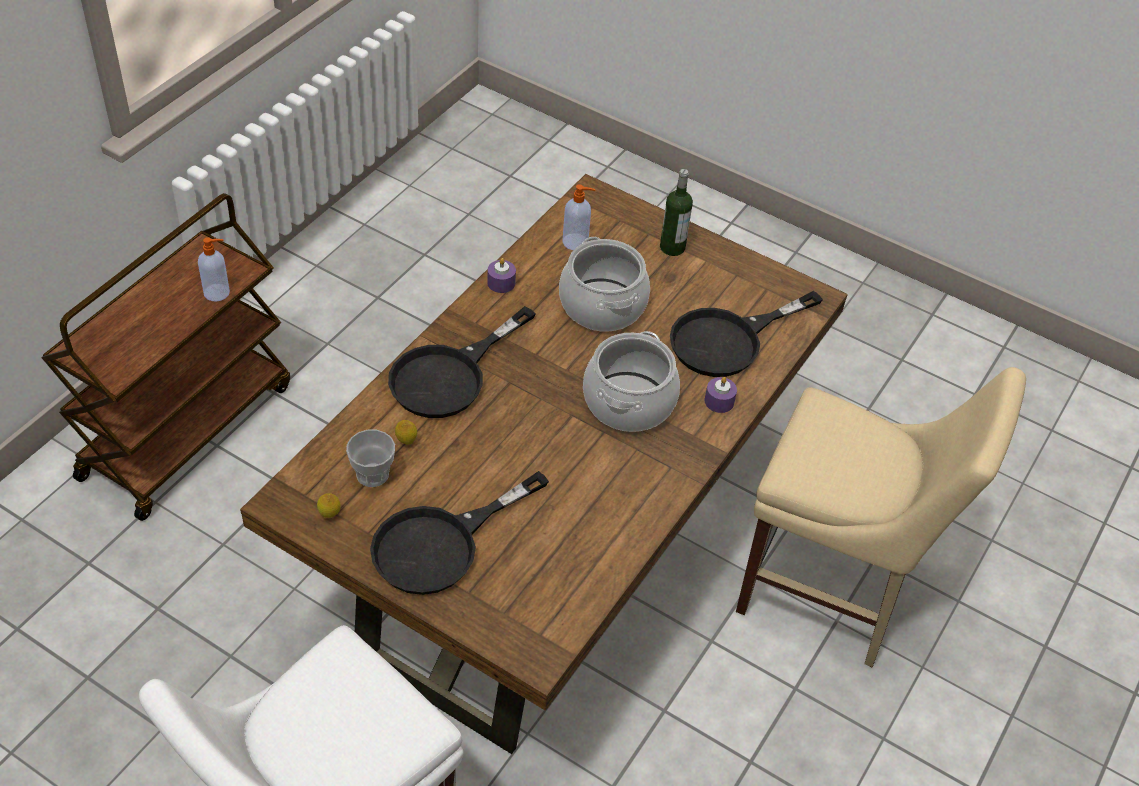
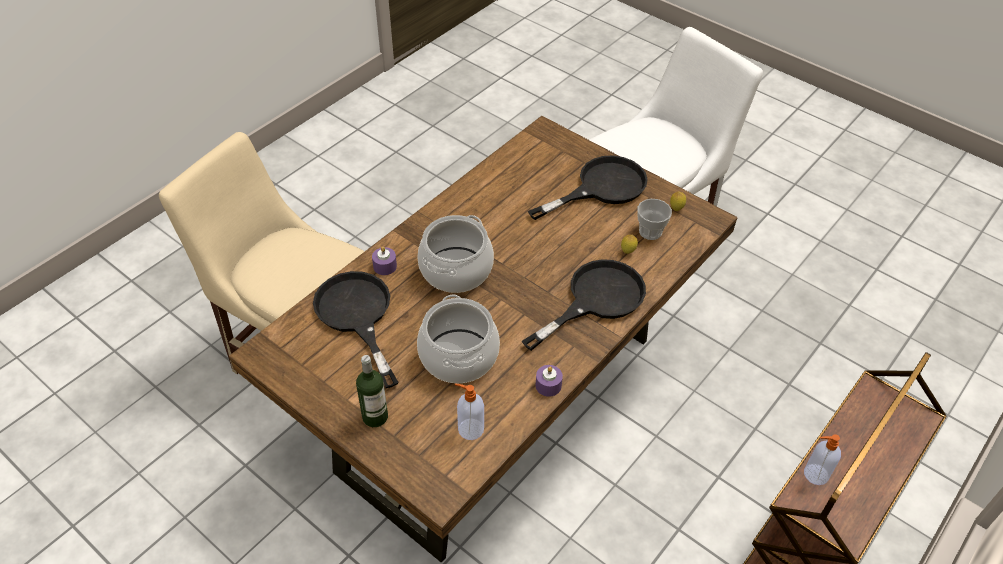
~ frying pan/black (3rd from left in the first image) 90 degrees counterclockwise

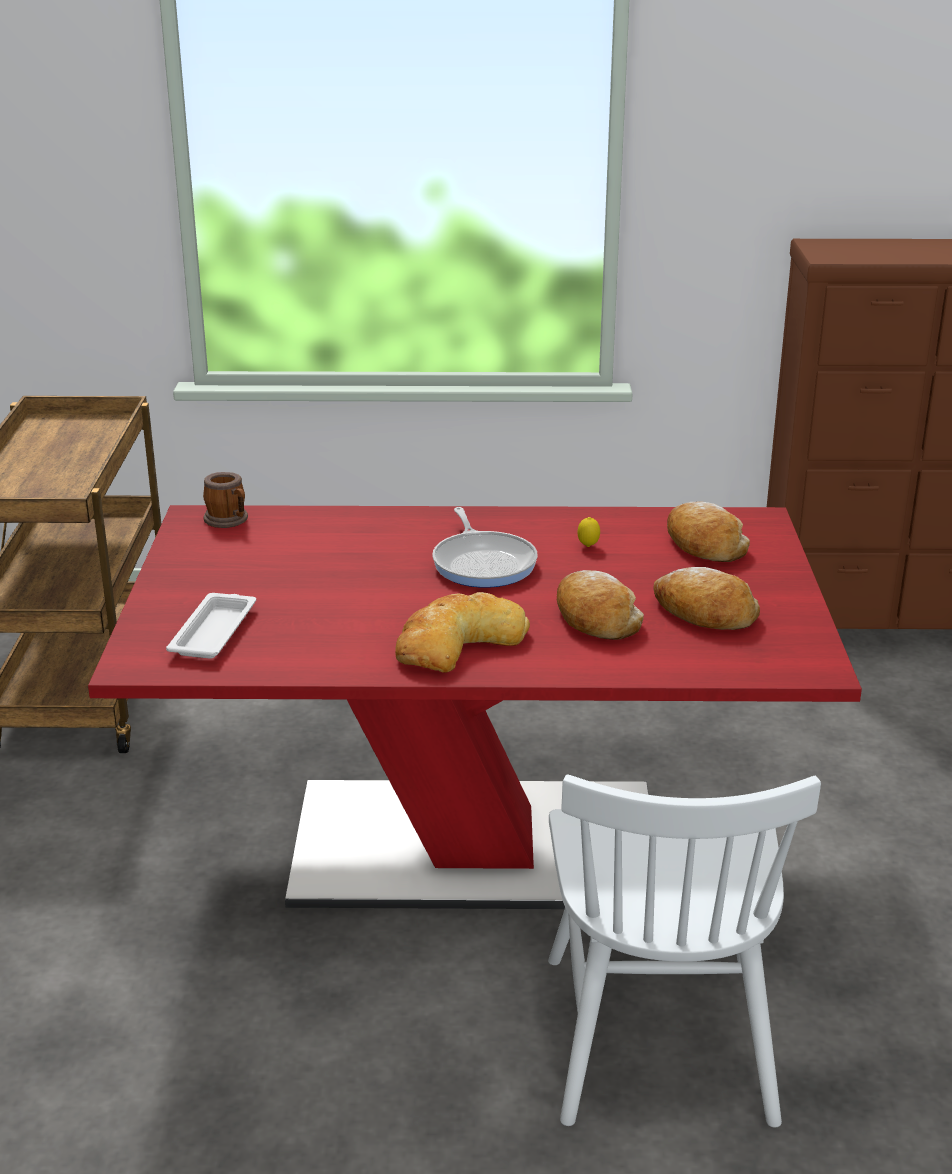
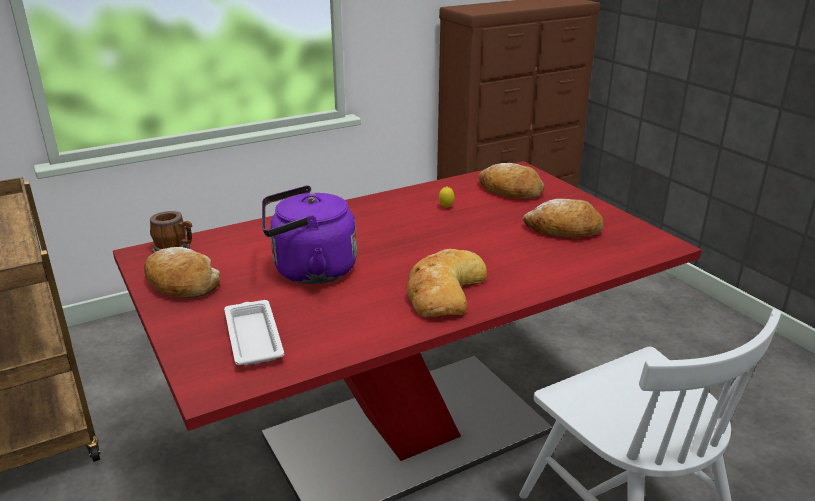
- frying pan
~ bread (2nd from left in the first image) to bread (1st from left)
+ kettle/purple

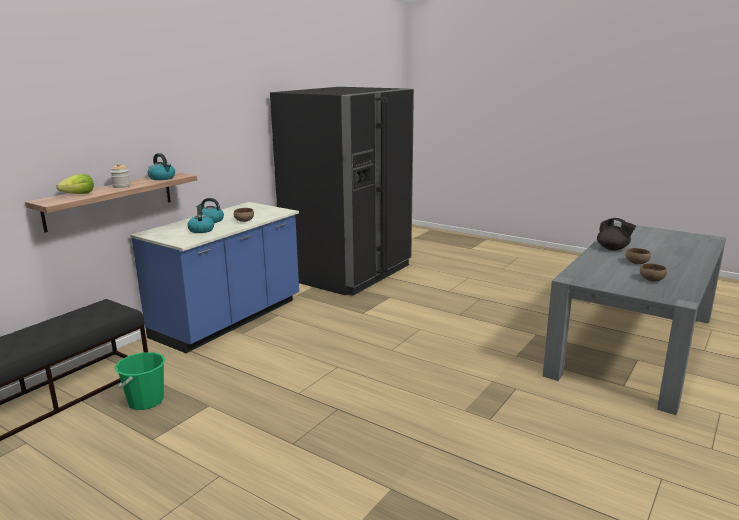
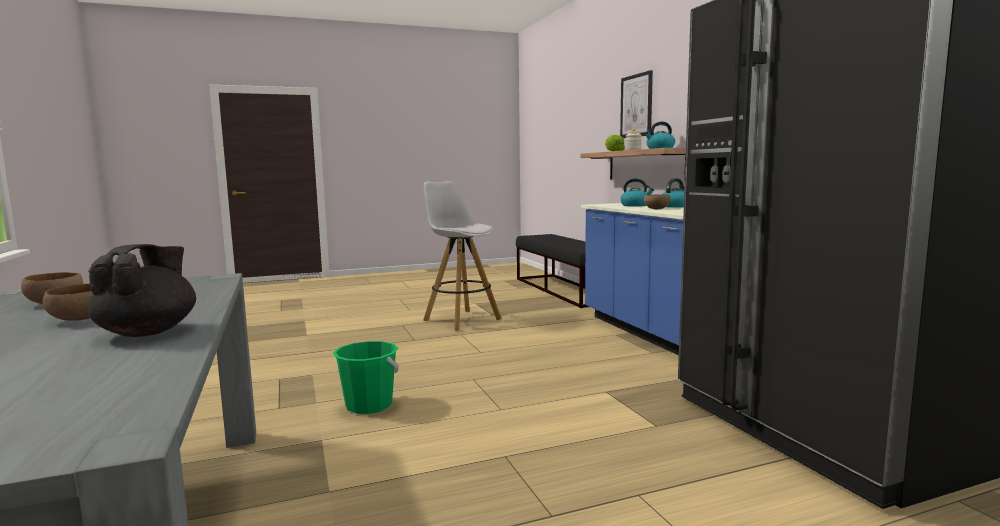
~ teapot/black 105 degrees clockwise
~ bucket/green
+ picture
+ stool/white

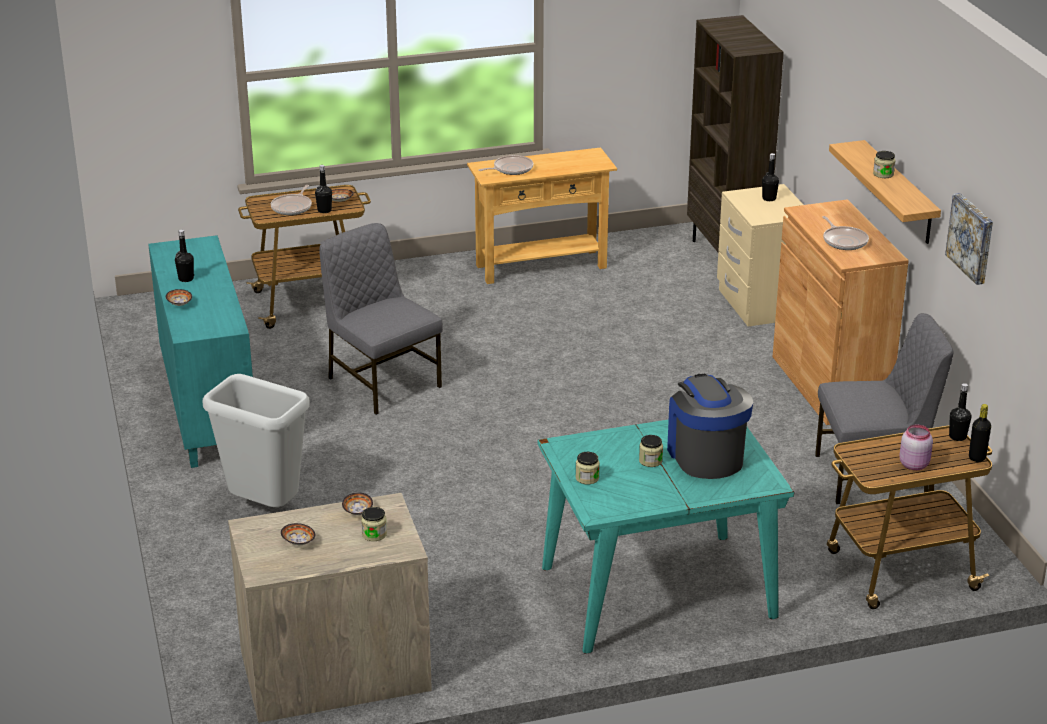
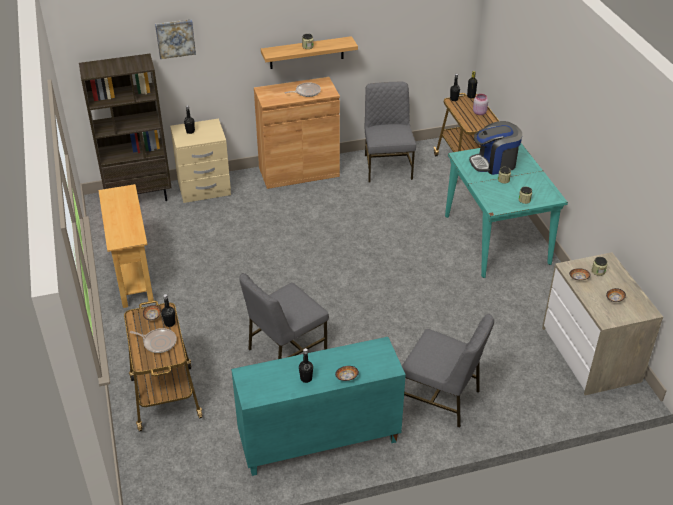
- frying pan (2nd from left)
~ picture
~ trash can/grey to chair/grey (3rd from left)

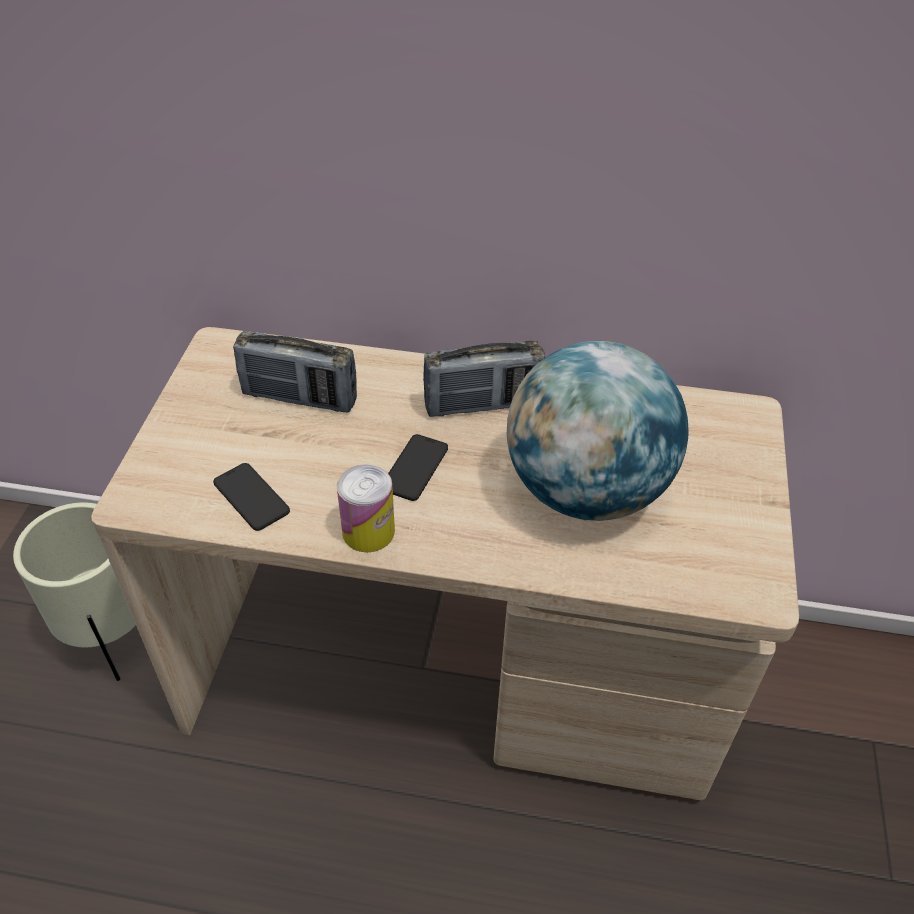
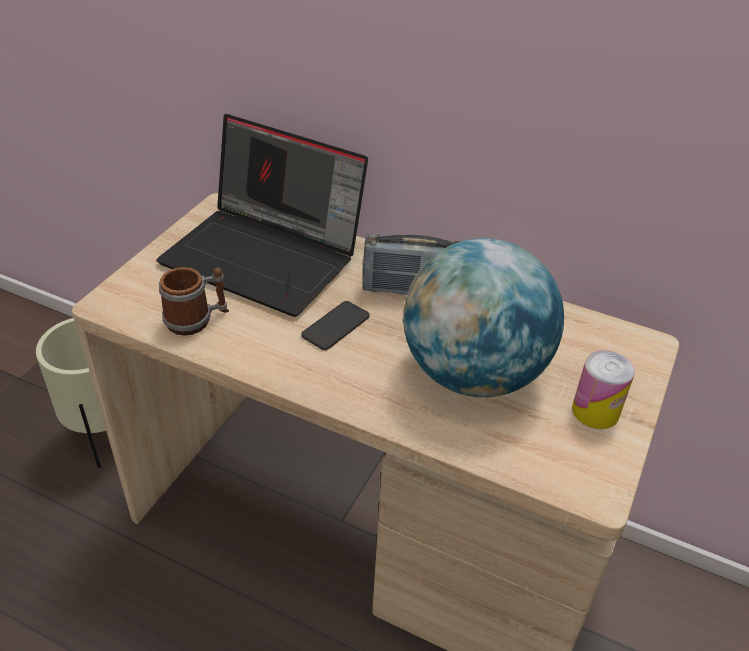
~ radio (1st from left) to laptop
~ phone (1st from left) to mug
~ can

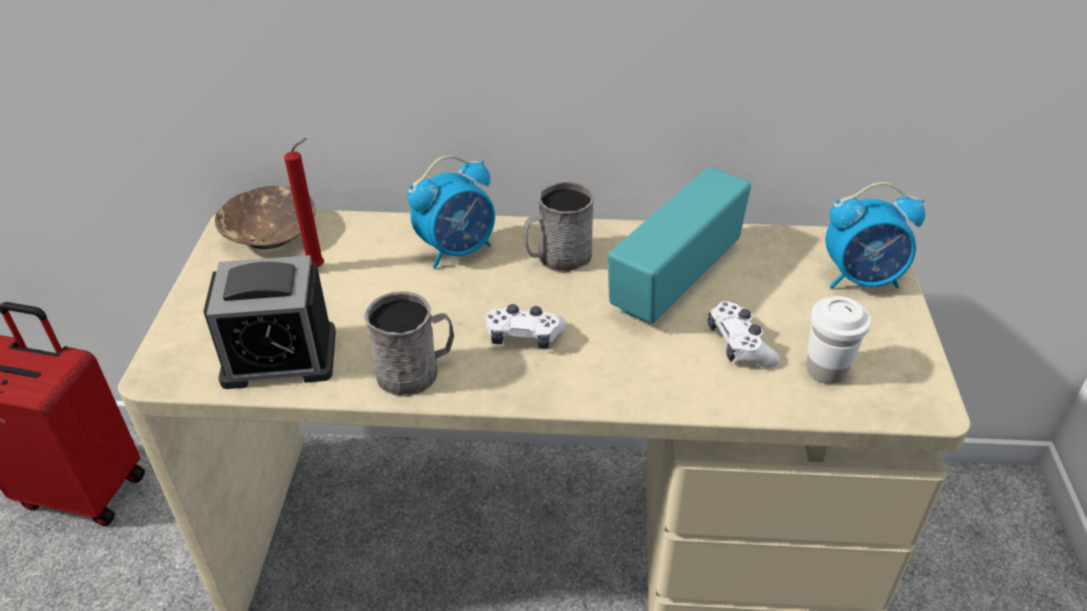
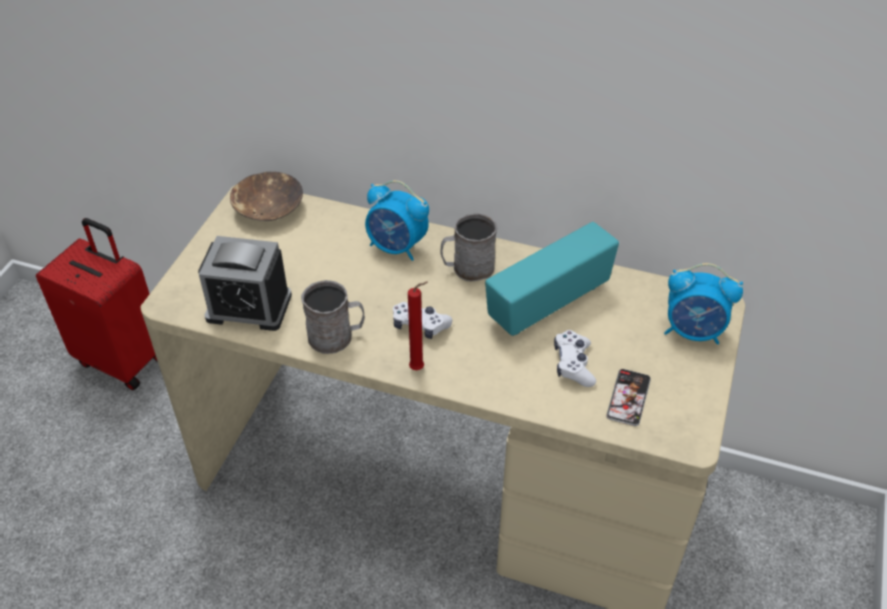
~ candle/red
~ alarm clock (2nd from left) 45 degrees clockwise
~ cup/white to phone

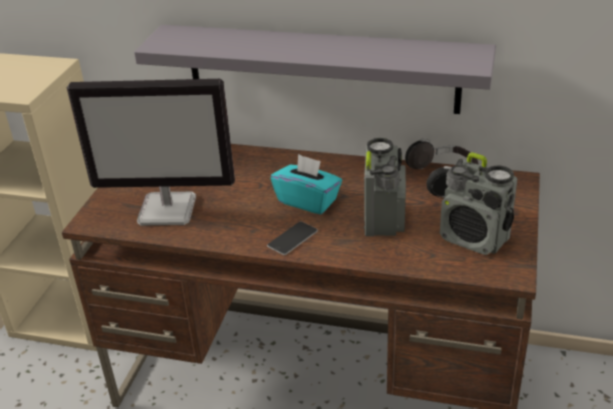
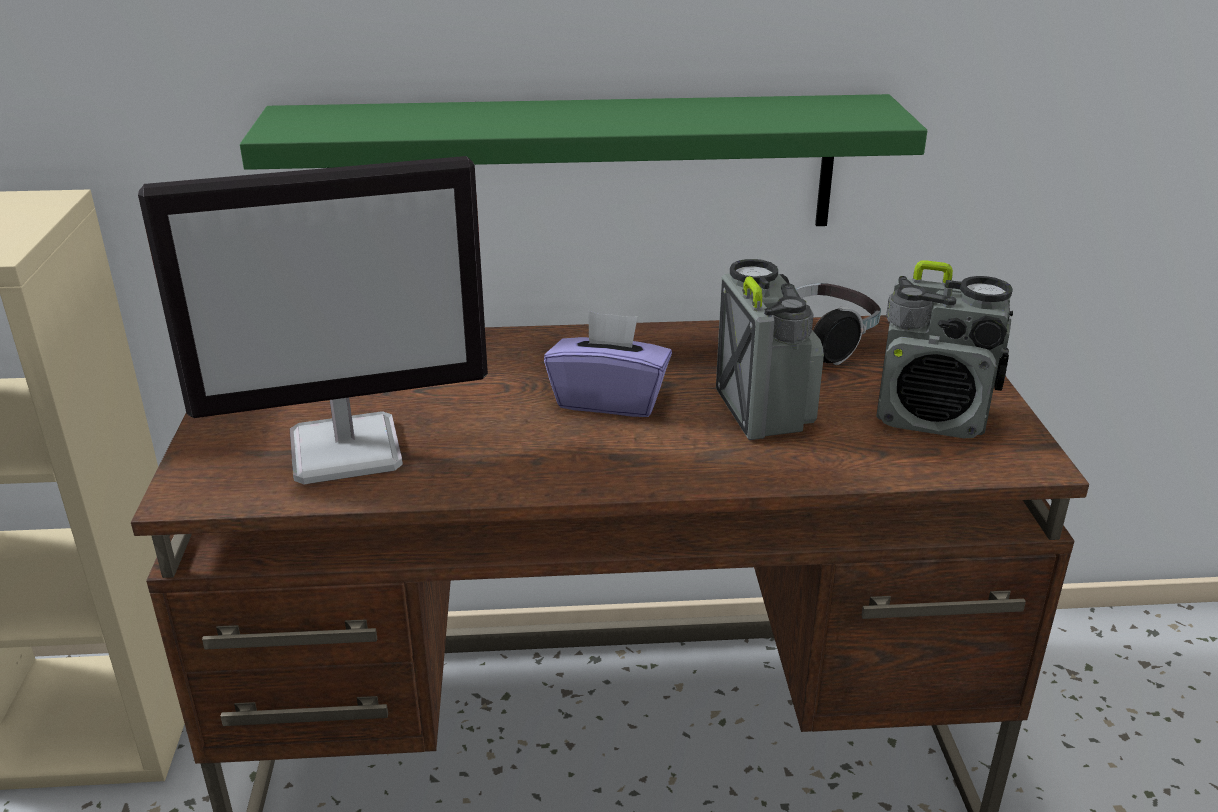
~ shelf/grey to shelf/green
~ tissue box/turquoise to tissue box/purple
- phone

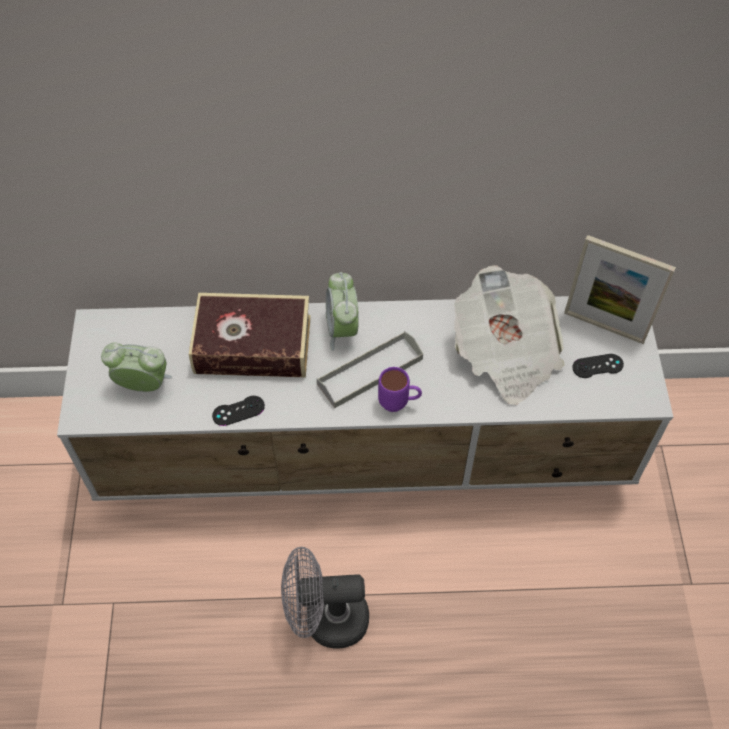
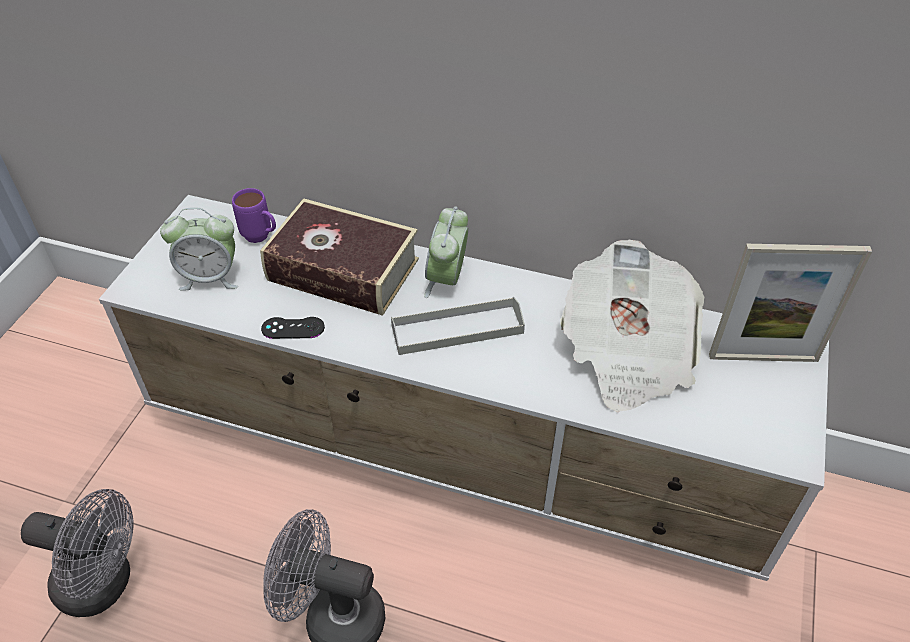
~ picture frame 45 degrees counterclockwise
~ alarm clock (1st from left) 150 degrees clockwise
- game controller/black (2nd from left)
~ mug/purple
+ fan/grey (1st from left)

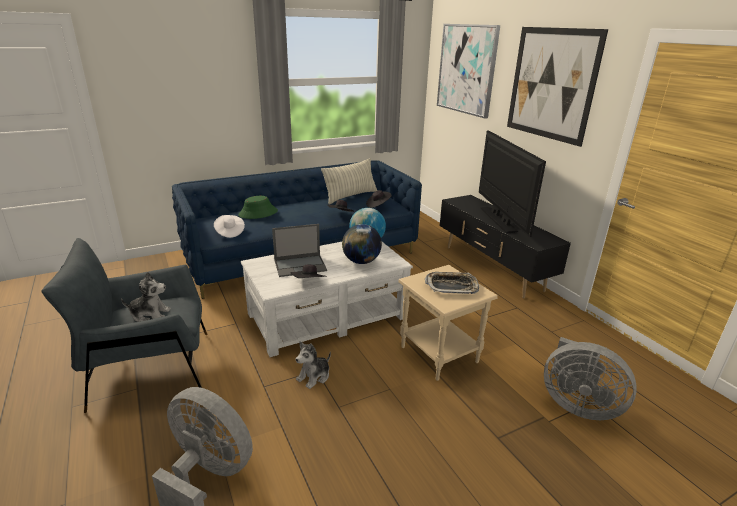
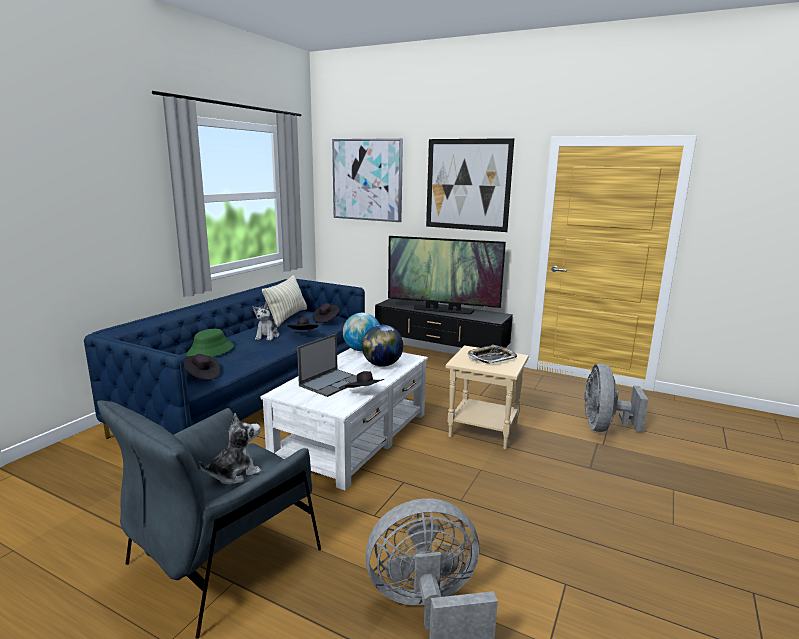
~ television 150 degrees clockwise
~ hat/white to hat/black (1st from left)
~ fan/grey (2nd from left) 105 degrees clockwise
~ plush toy (2nd from left)

